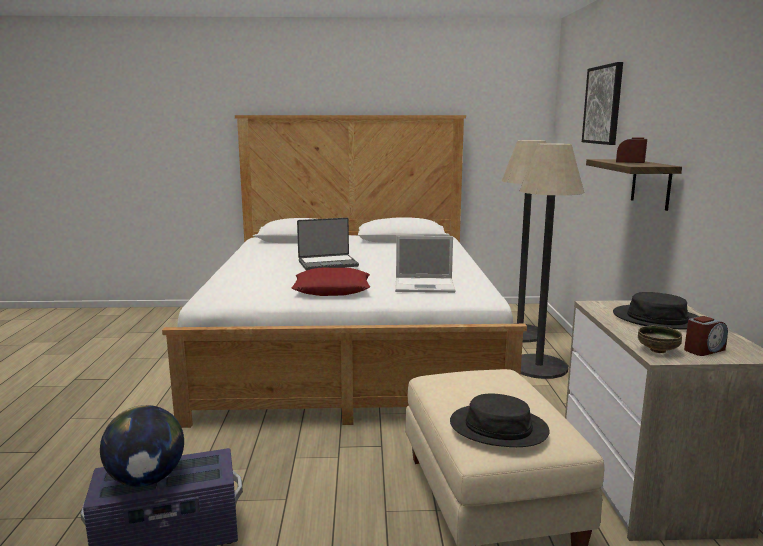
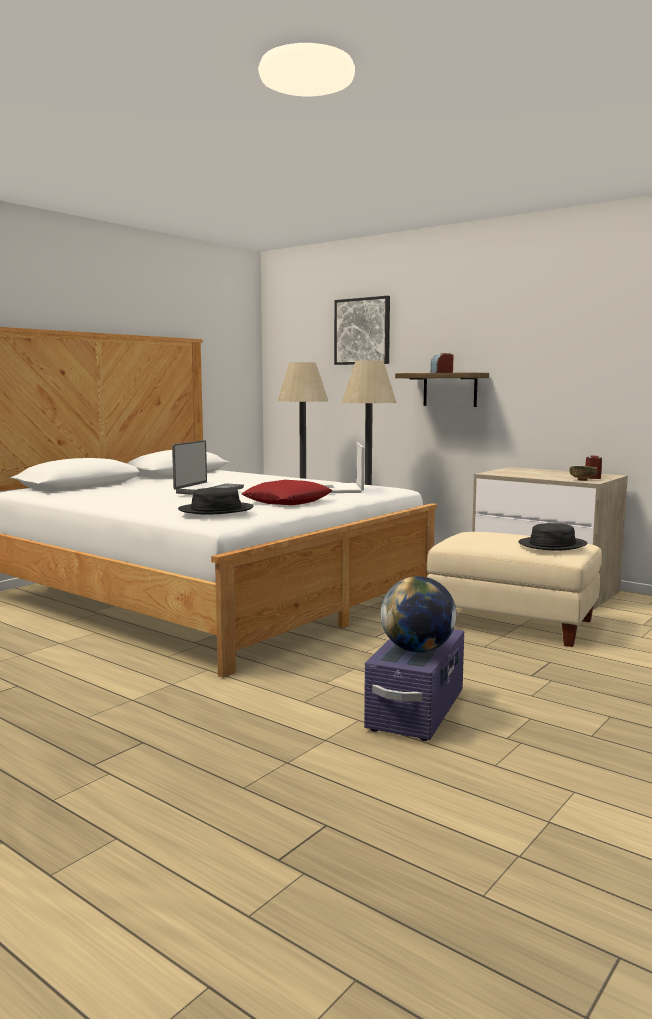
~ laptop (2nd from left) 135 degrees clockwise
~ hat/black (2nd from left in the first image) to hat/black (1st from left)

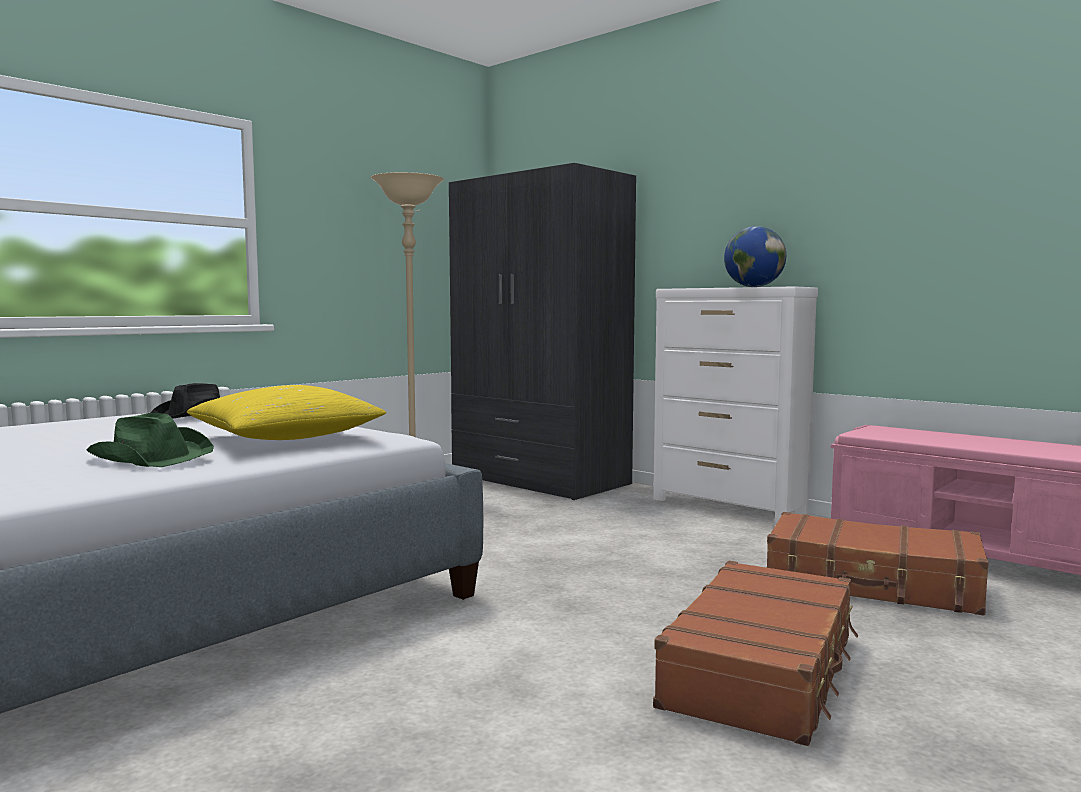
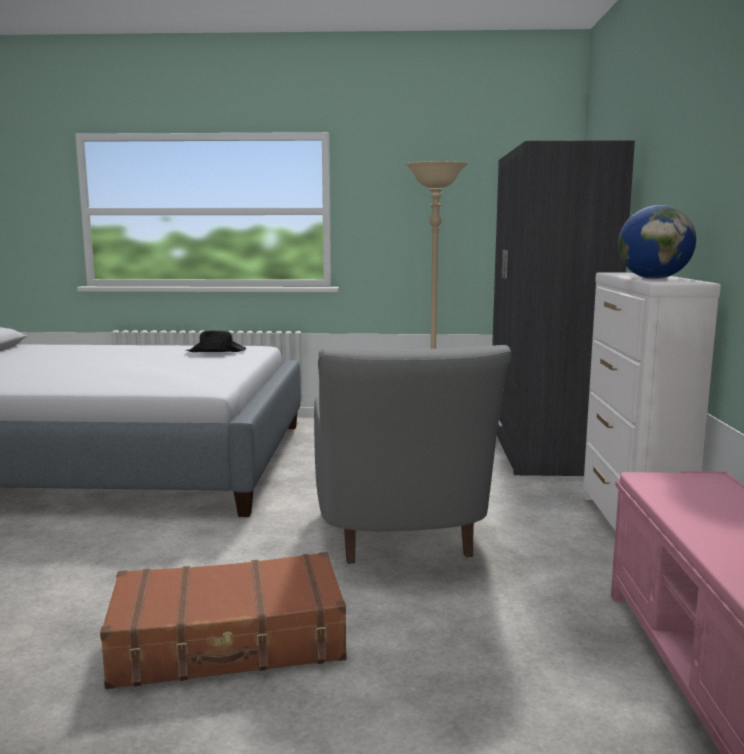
- pillow/yellow
- hat/green
- suitcase/brown (2nd from left)
+ armchair/grey

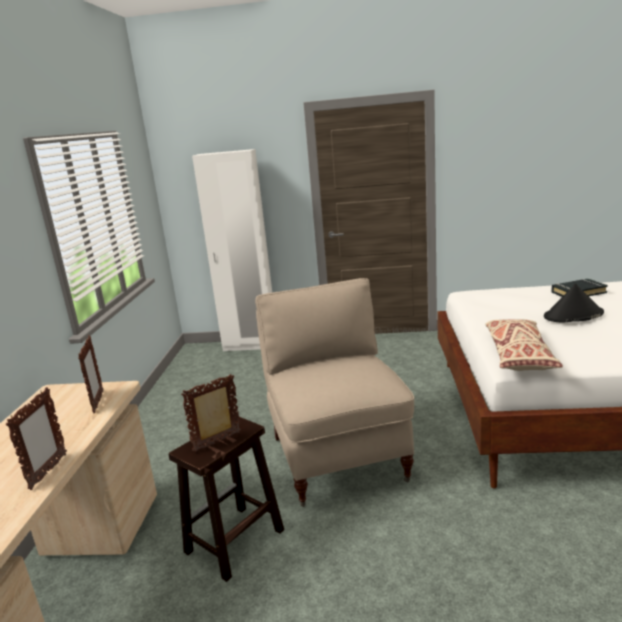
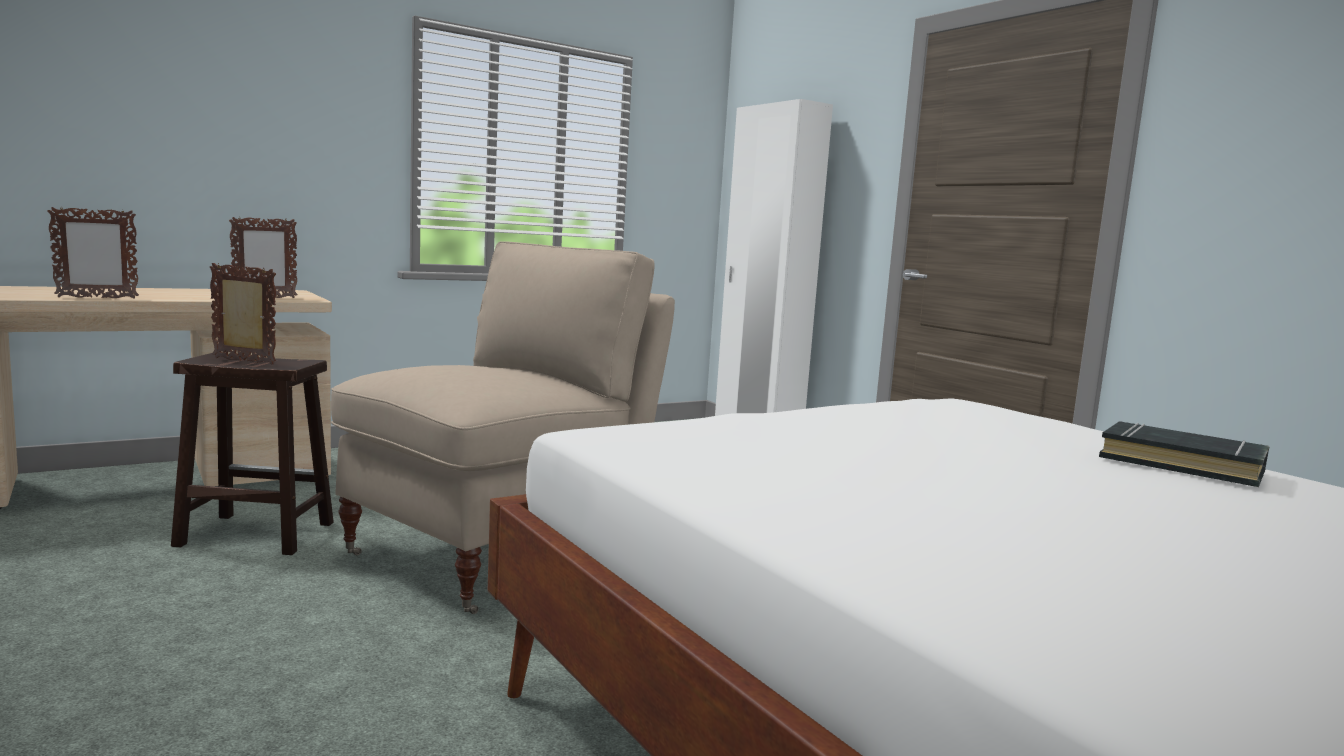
- hat/black
- pillow/beige

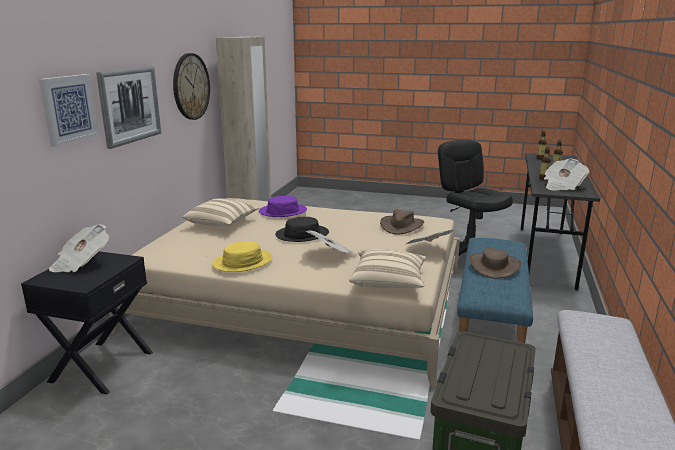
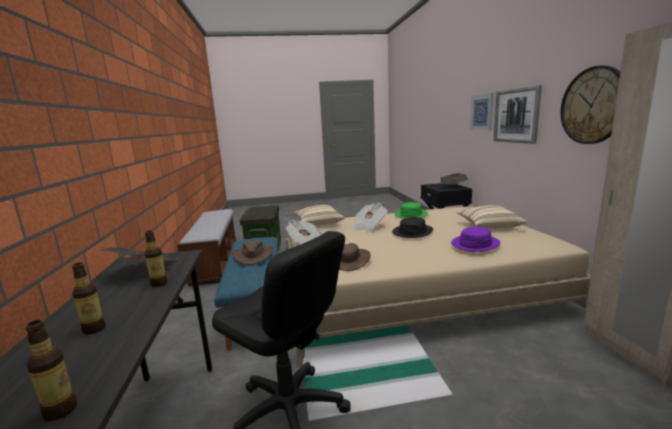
~ hat/yellow to hat/green

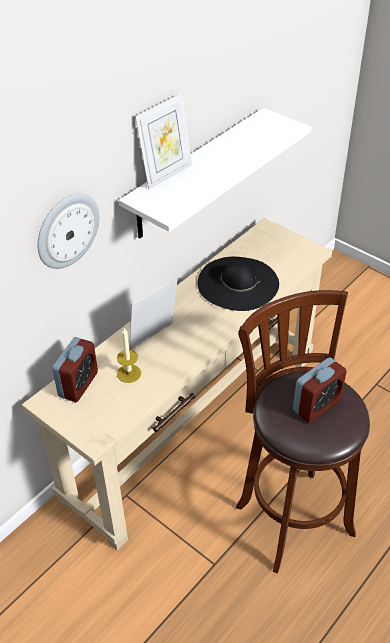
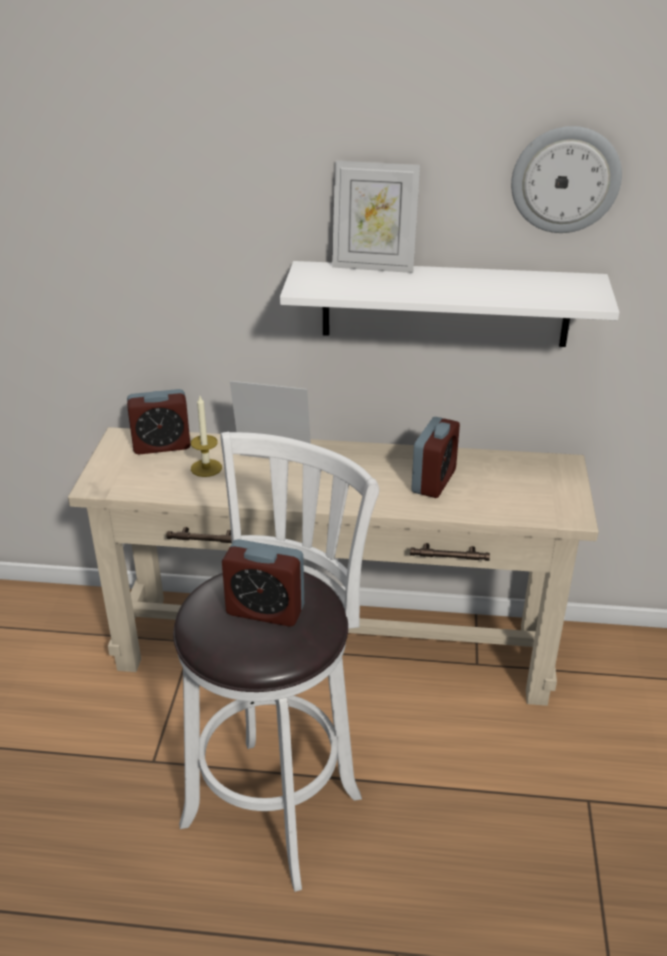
~ wall clock
~ hat/black to alarm clock (3rd from left)
~ stool/brown to stool/white

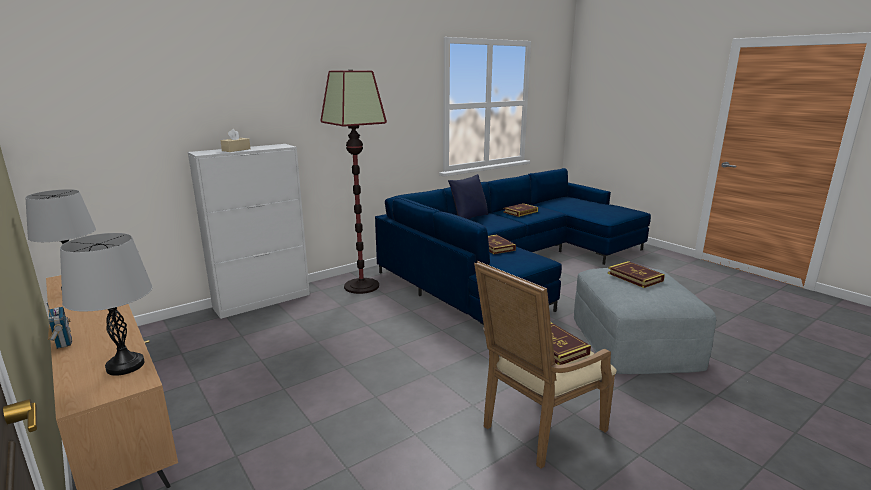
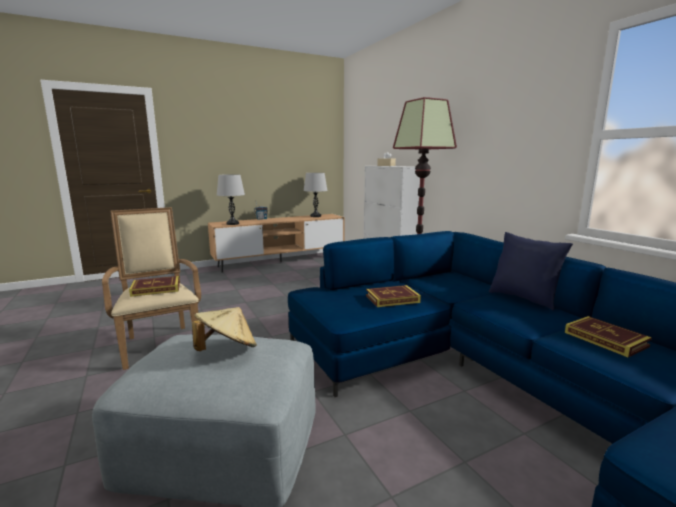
~ book (4th from left) to hat/beige

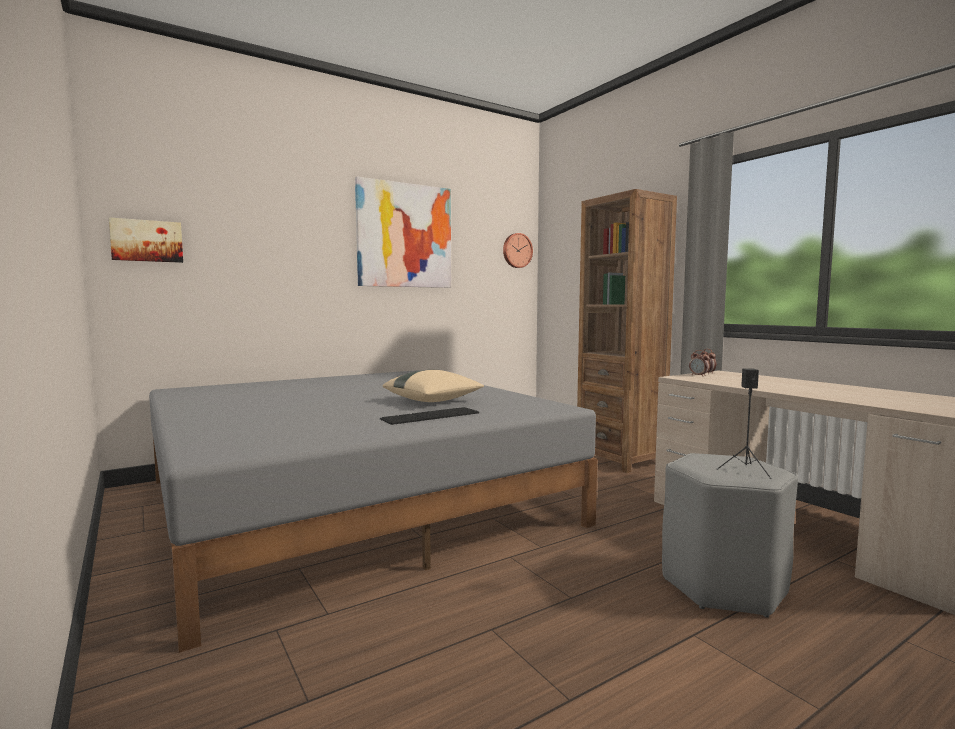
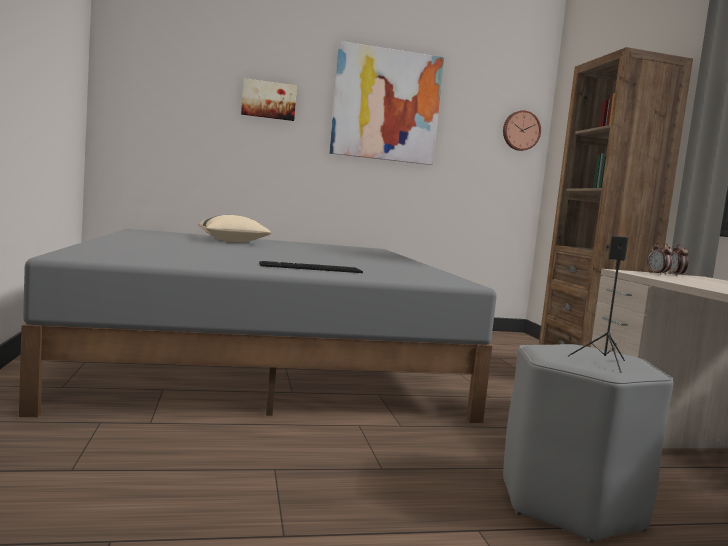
~ picture (1st from left)
~ pillow/beige

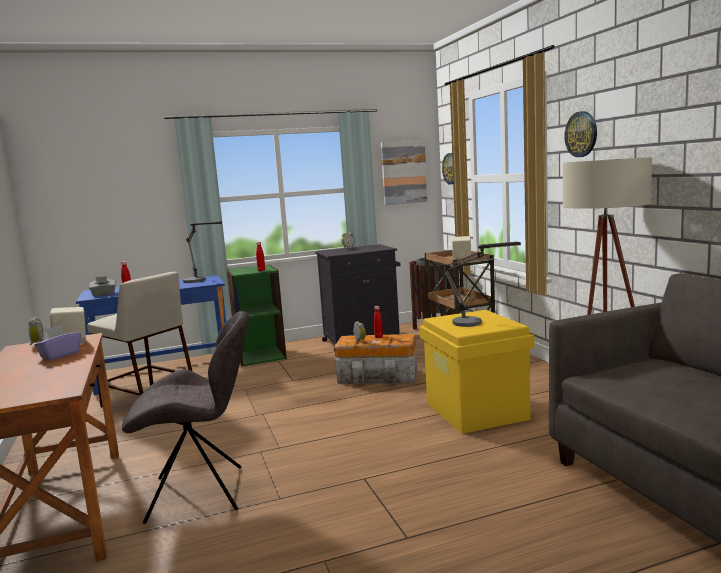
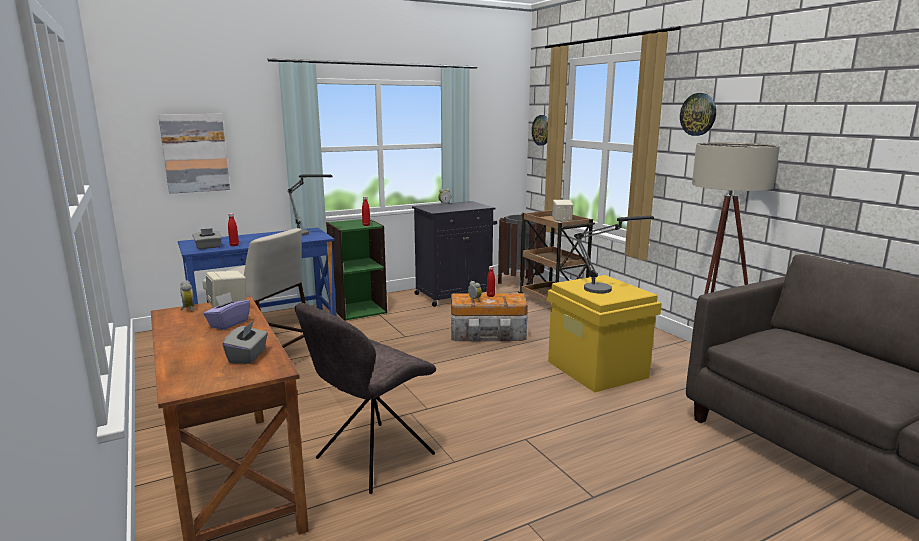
~ picture
~ chair/grey 150 degrees clockwise
+ tissue box/grey (2nd from left)

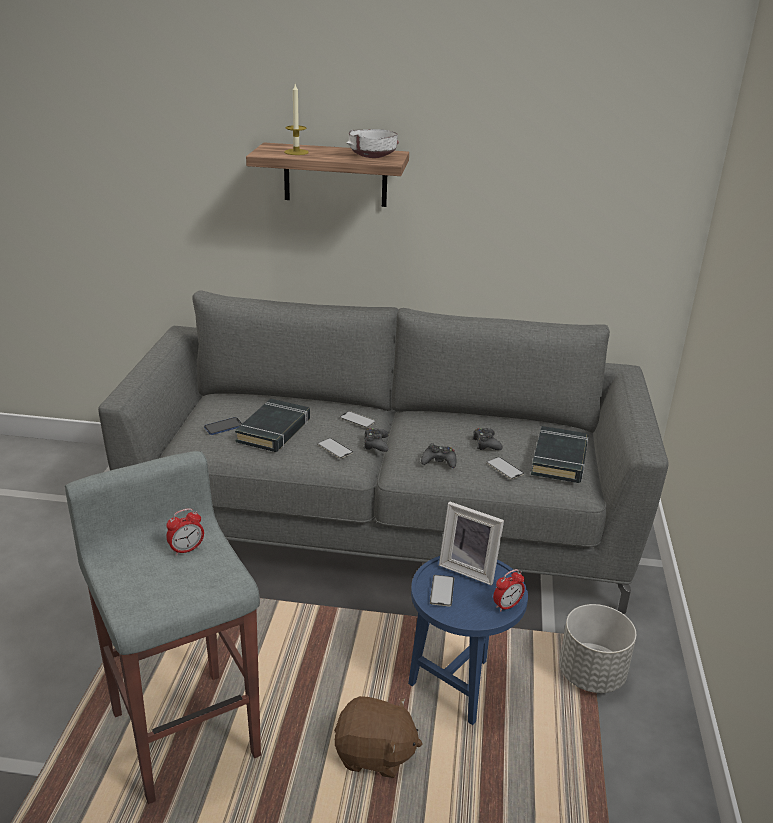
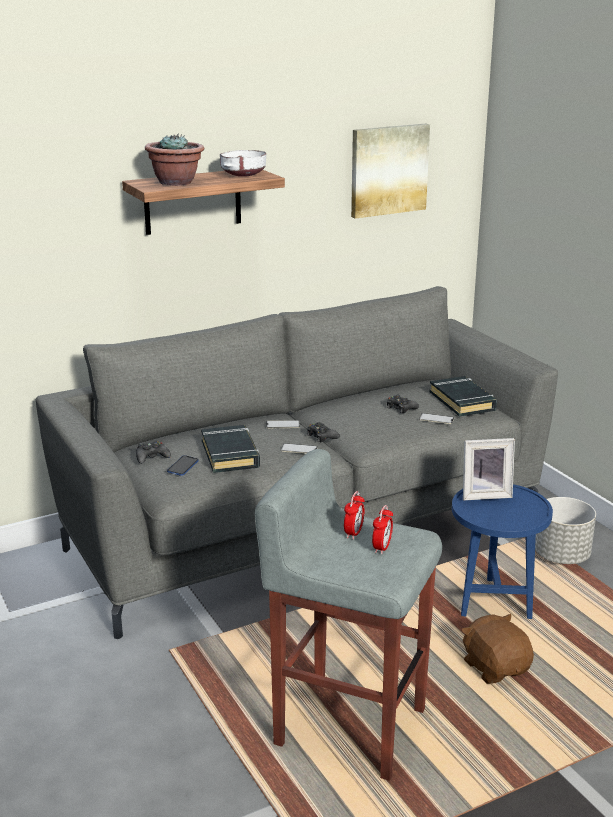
~ candle to potted plant
~ game controller/black (2nd from left in the first image) to game controller/black (1st from left)
~ alarm clock (2nd from left)
- phone (4th from left)
~ plush toy/brown 90 degrees counterclockwise
+ picture

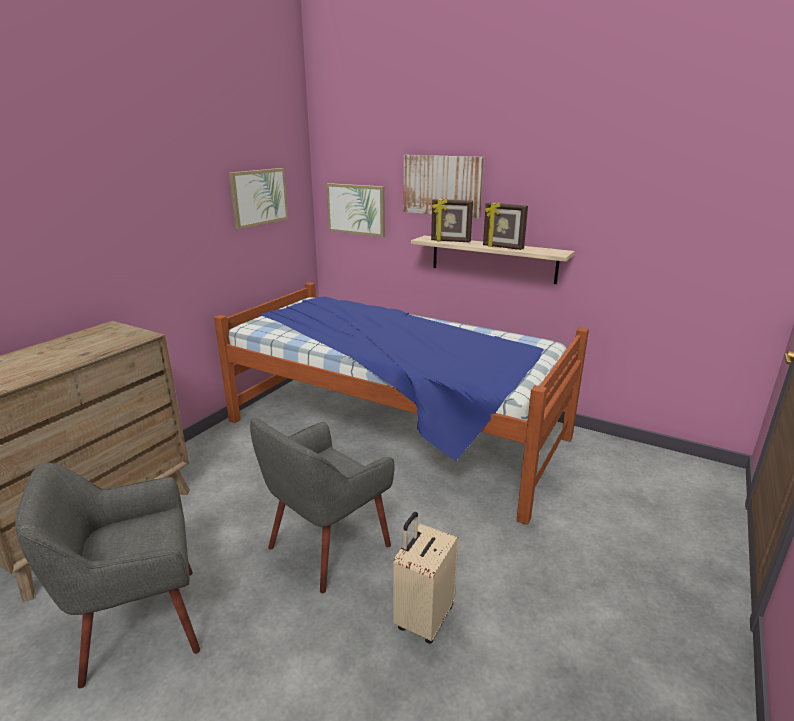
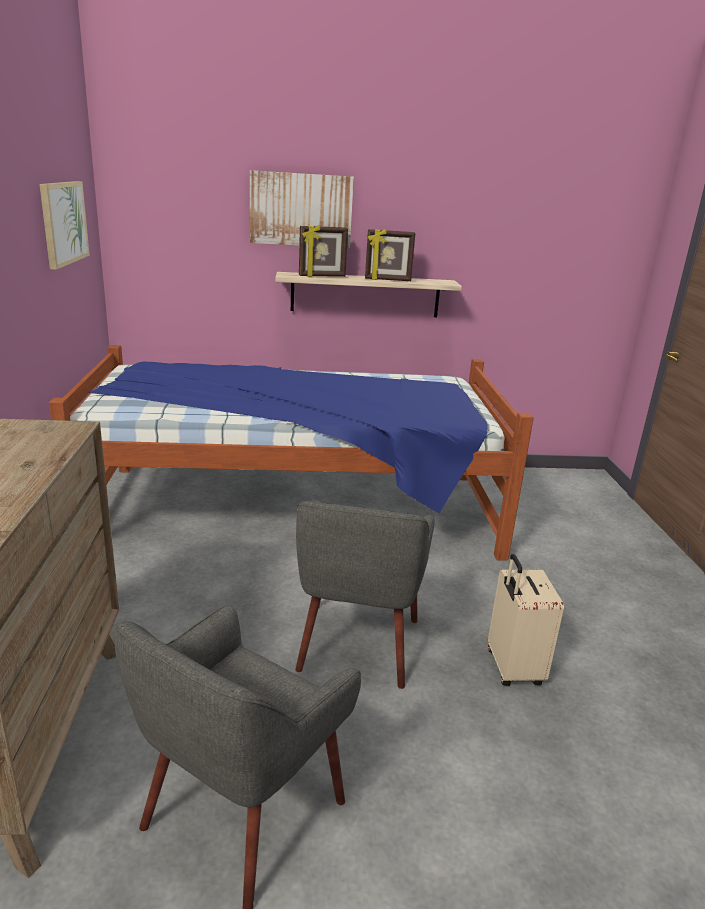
- picture (2nd from left)

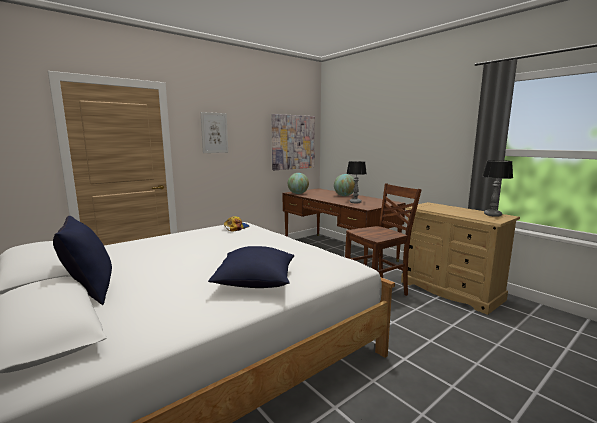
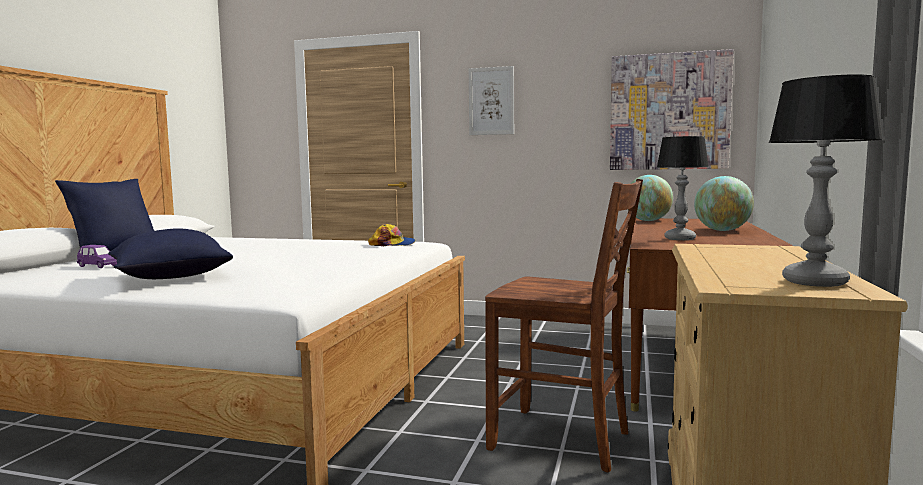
+ toy car/purple

